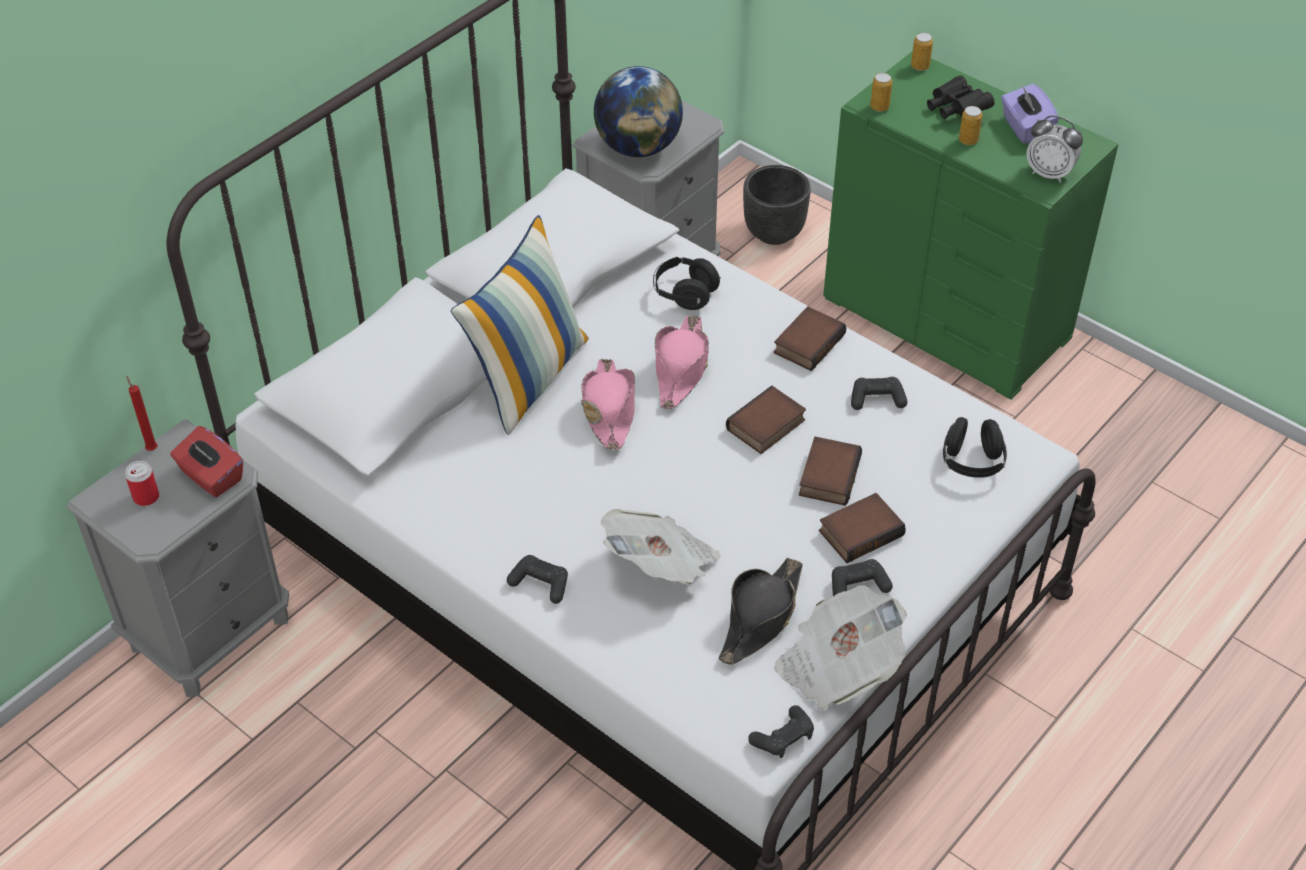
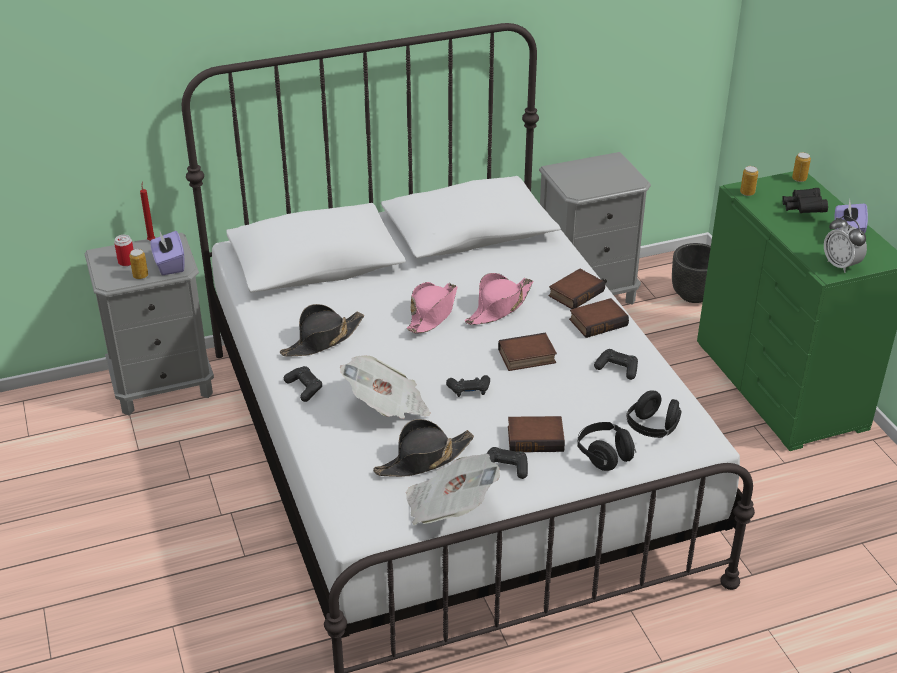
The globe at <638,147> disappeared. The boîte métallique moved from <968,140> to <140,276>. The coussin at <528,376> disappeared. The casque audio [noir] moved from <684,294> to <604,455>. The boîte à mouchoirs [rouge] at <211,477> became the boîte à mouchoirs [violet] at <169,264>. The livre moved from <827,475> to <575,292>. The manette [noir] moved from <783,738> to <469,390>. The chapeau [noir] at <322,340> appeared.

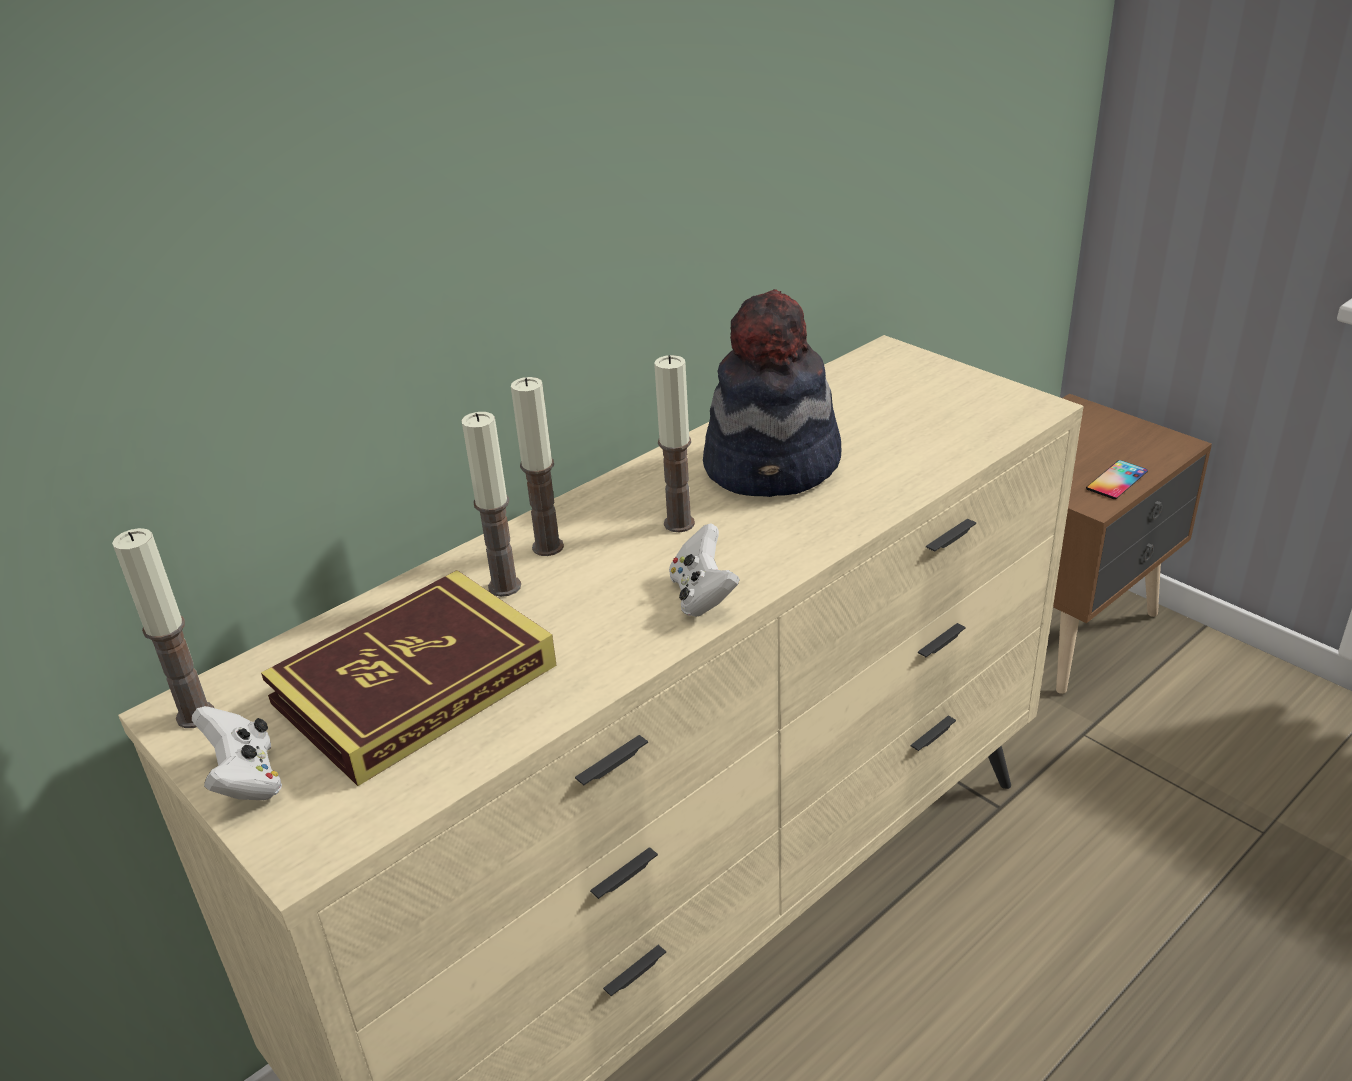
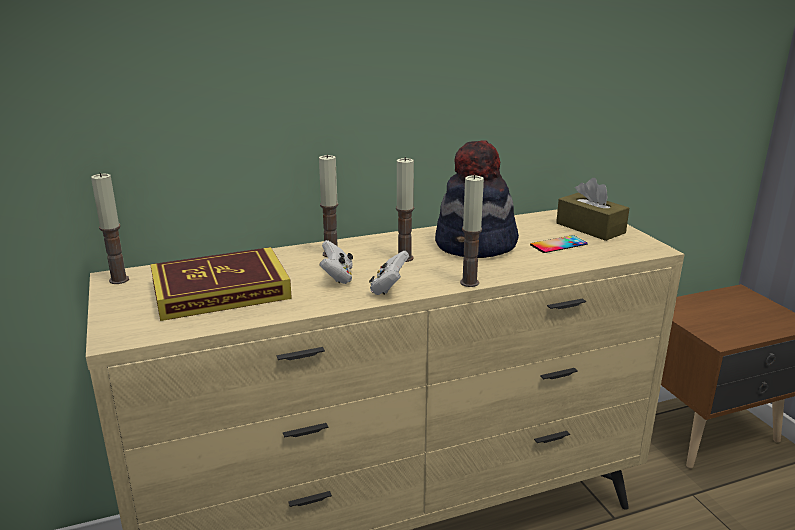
The bougie moved from <504,586> to <469,283>. The téléphone moved from <1116,480> to <558,244>. The manette [blanc] moved from <246,780> to <337,277>. The boîte à mouchoirs [marron] at <590,228> appeared.

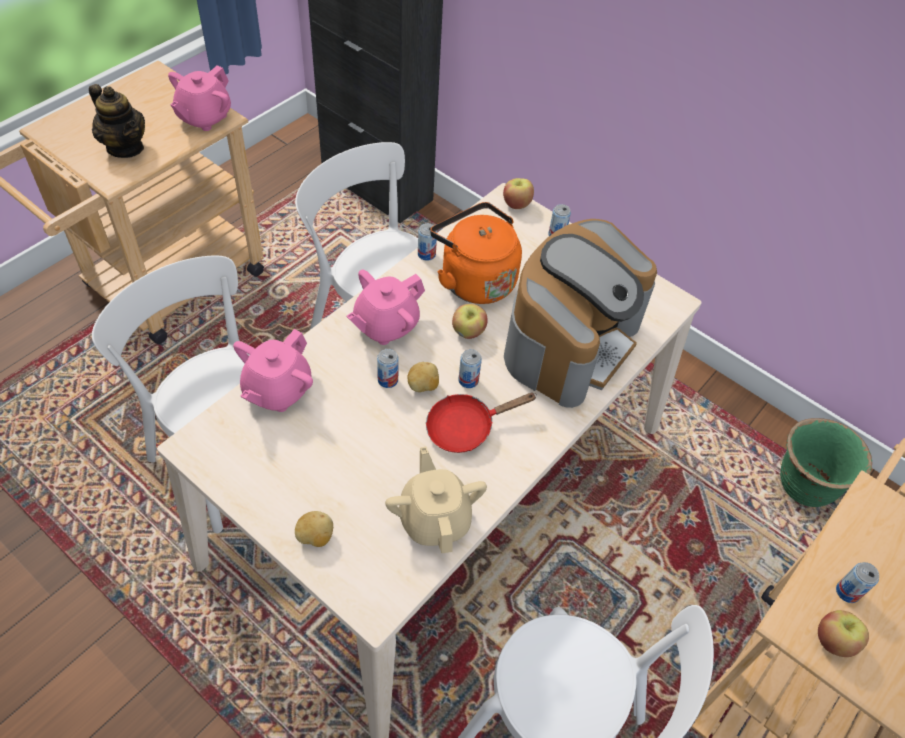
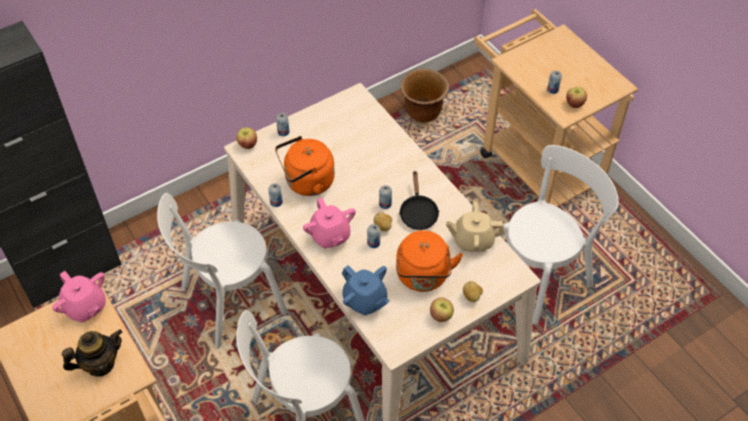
The machine à café at <570,341> disappeared. The pomme moved from <468,332> to <441,316>. The théière [rose] at <277,390> became the théière [bleu] at <365,300>. The poêle [rouge] at <466,427> became the poêle [noir] at <418,213>. The cache-pot [vert] at <804,486> became the cache-pot [marron] at <423,113>. The bouilloire [orange] at <423,277> appeared.

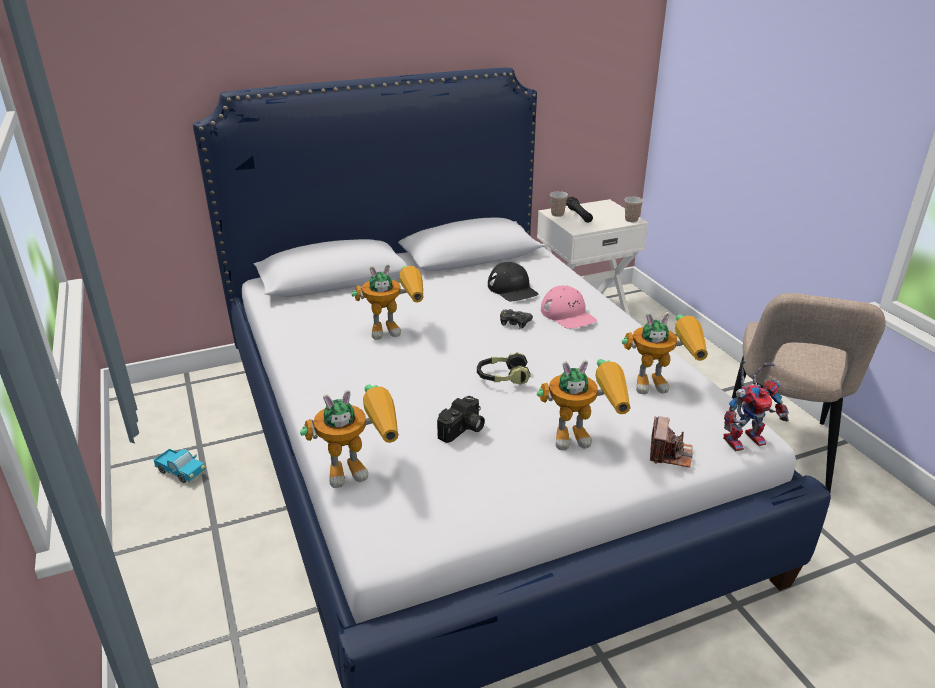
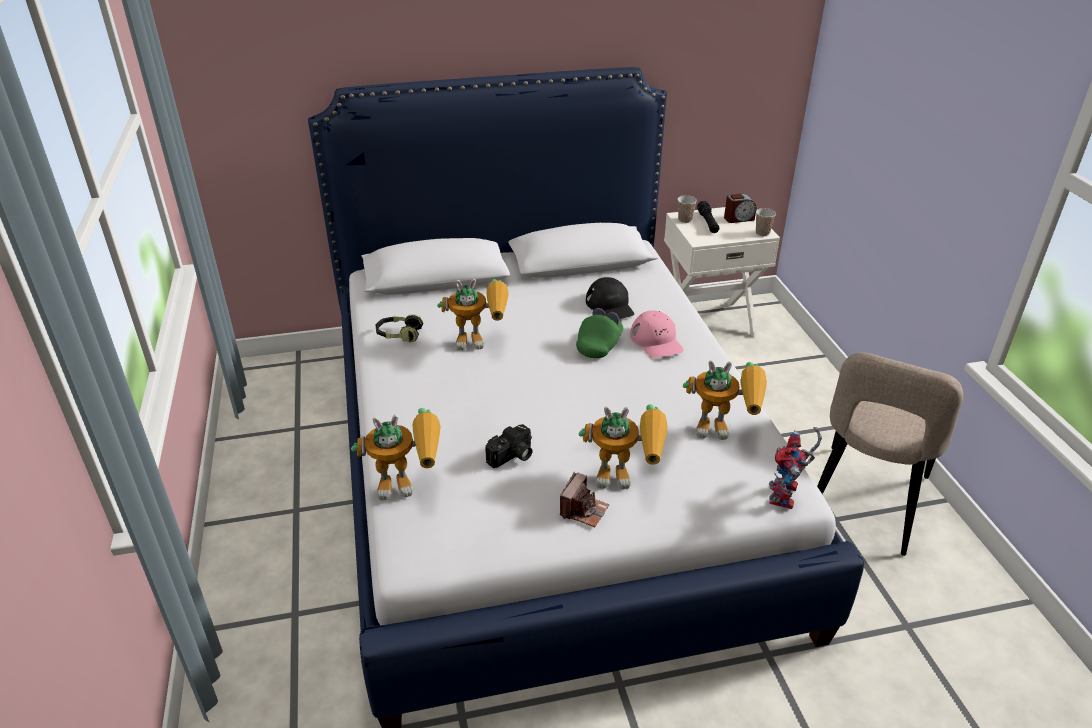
The manette [noir] at <514,322> was replaced by the casquette [vert] at <599,345>. The casque audio moved from <502,377> to <399,335>. The robot jouet at <745,438> turned 120 degrees clockwise. The appareil photo moved from <669,454> to <583,510>. The camion jouet at <181,472> disappeared. The réveil at <738,218> appeared.

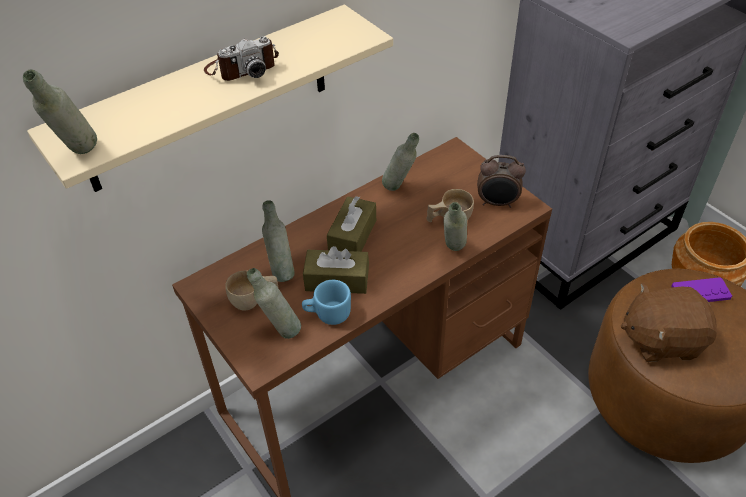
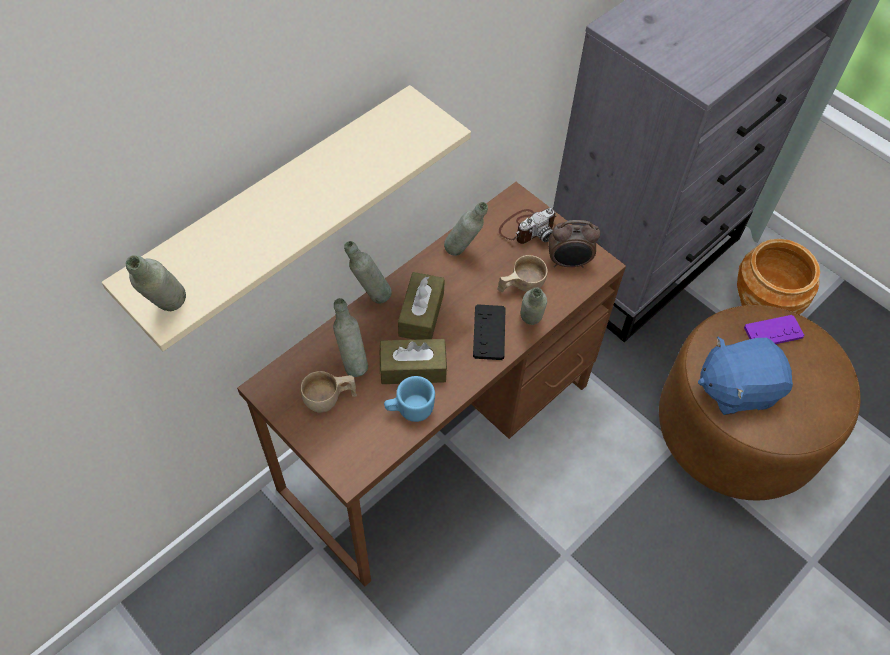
The appareil photo moved from <242,68> to <527,228>. The bouteille [gris] moved from <280,331> to <370,296>. The peluche [marron] at <661,339> became the peluche [bleu] at <736,388>. The manette [noir] at <489,333> appeared.

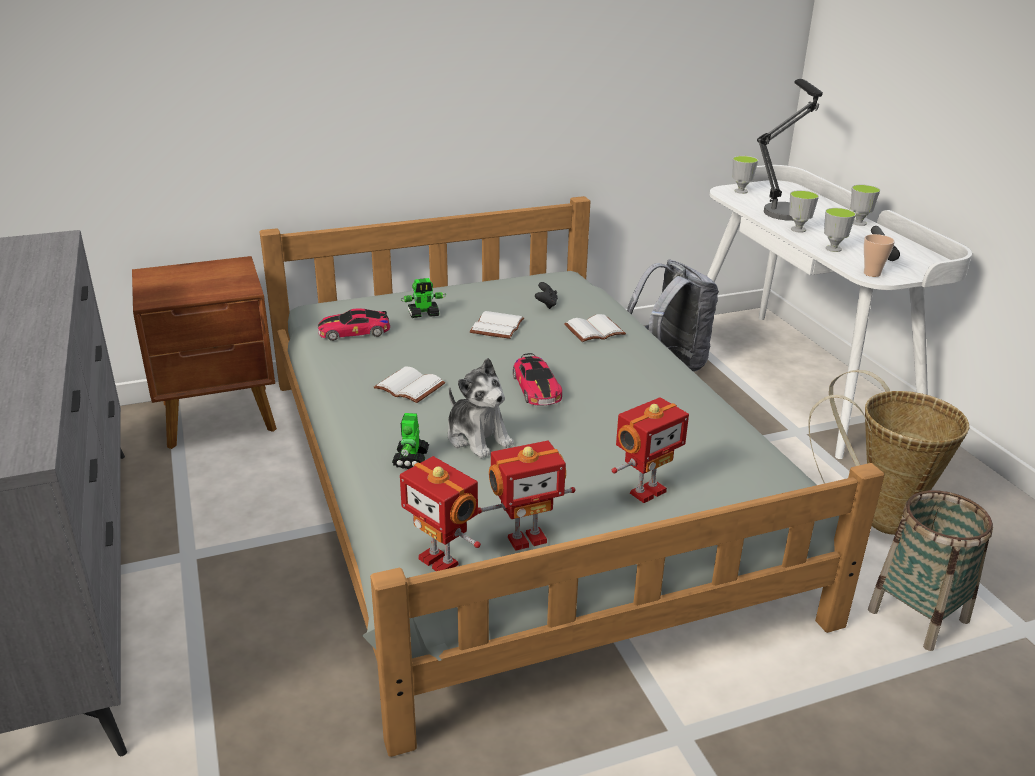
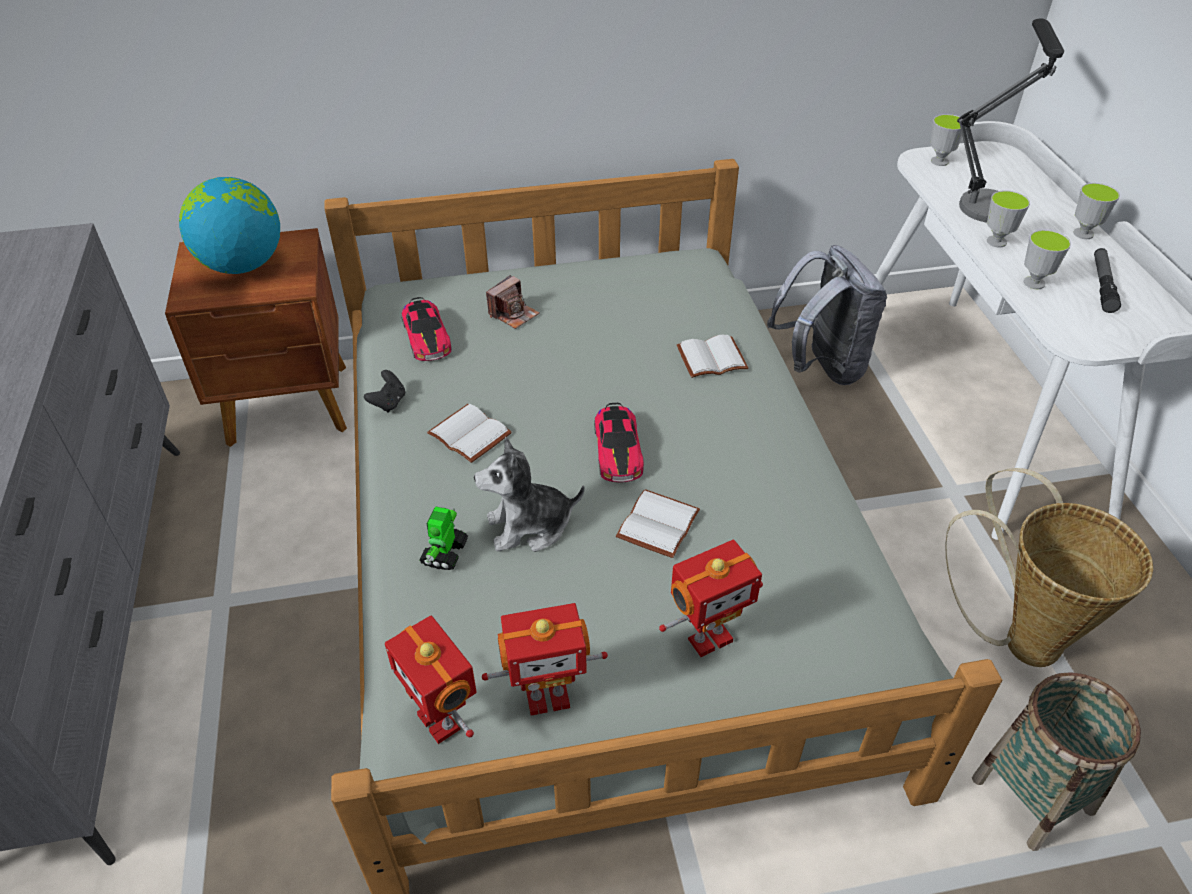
The tasse at <872,273> disappeared. The robot jouet at <424,314> was replaced by the appareil photo at <513,314>. The manette [noir] moved from <546,305> to <388,402>. The petite voiture at <354,331> turned 105 degrees counterclockwise. The livre [blanc] moved from <496,326> to <656,523>. The peluche at <478,438> turned 105 degrees clockwise. The globe at <242,265> appeared.

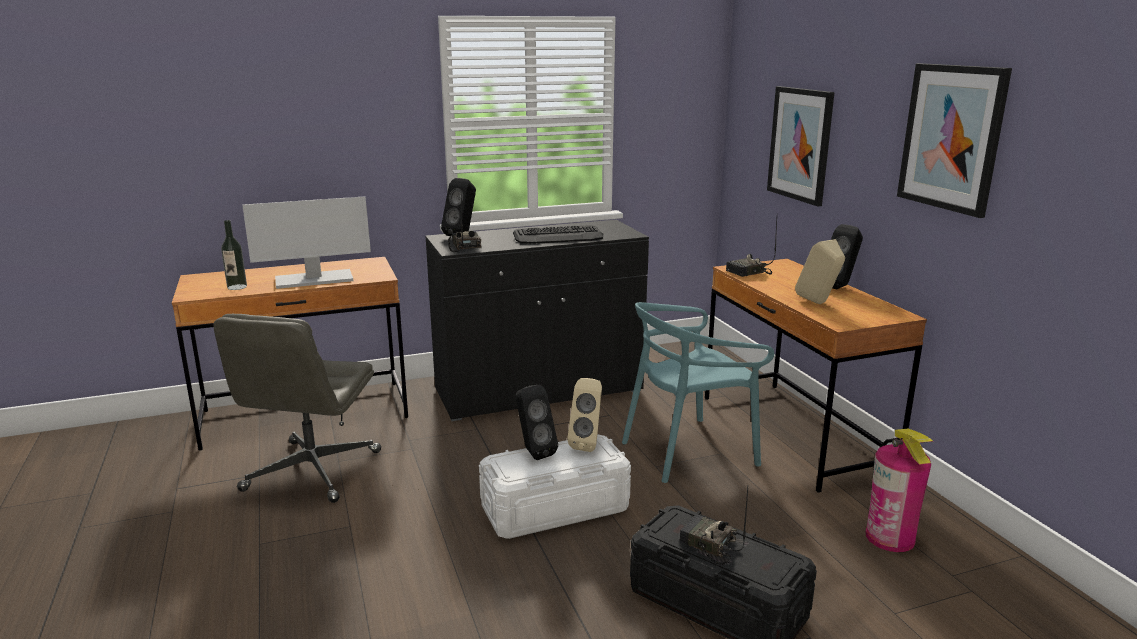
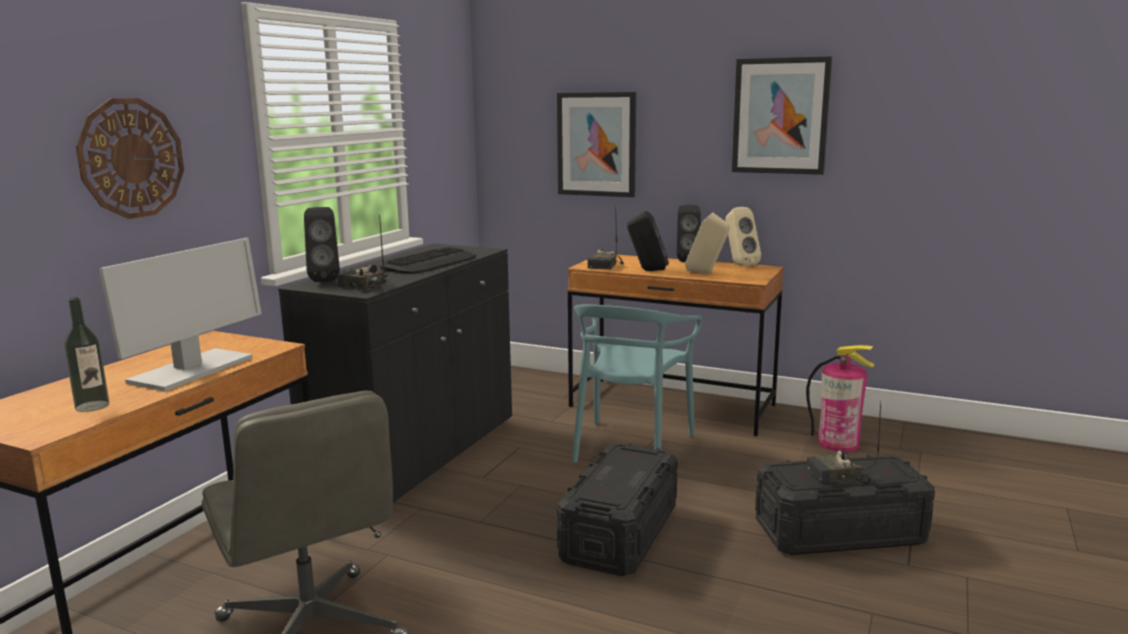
The enceinte [beige] moved from <588,444> to <739,265>. The enceinte [noir] moved from <533,452> to <647,270>. The boîte de rangement [blanc] at <555,509> became the boîte de rangement [noir] at <620,533>. The horloge murale at <131,158> appeared.

